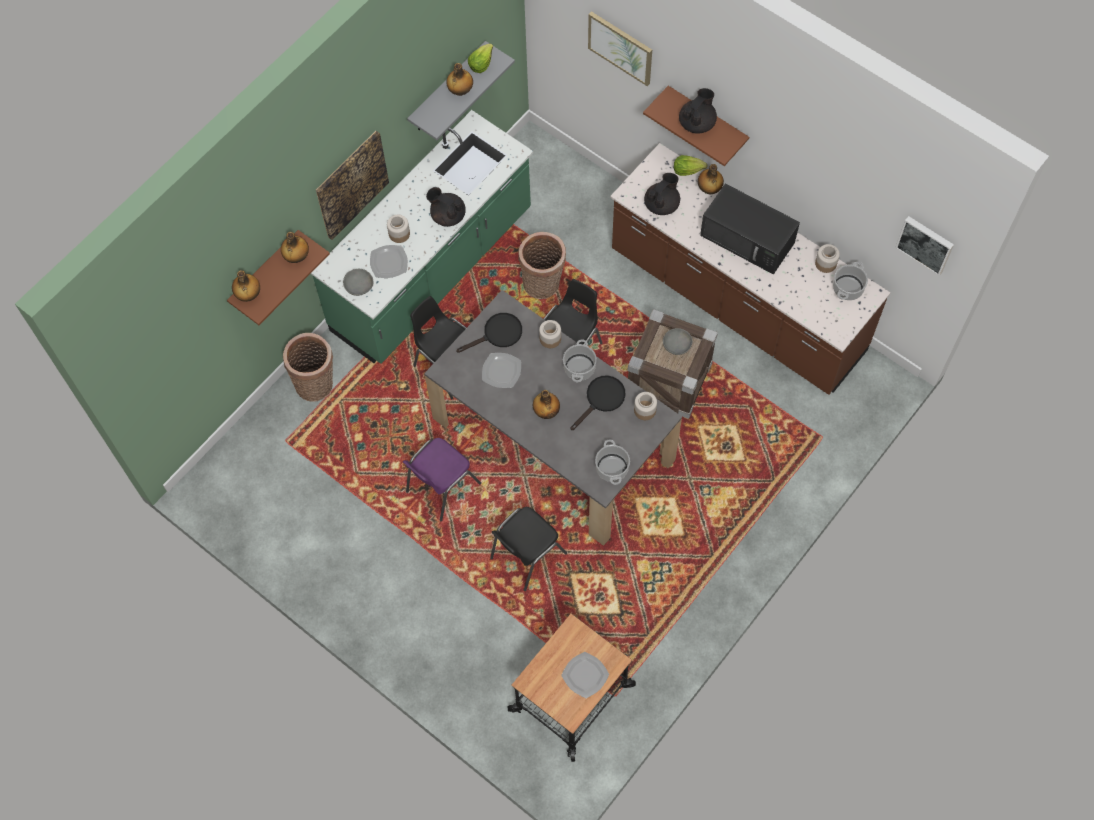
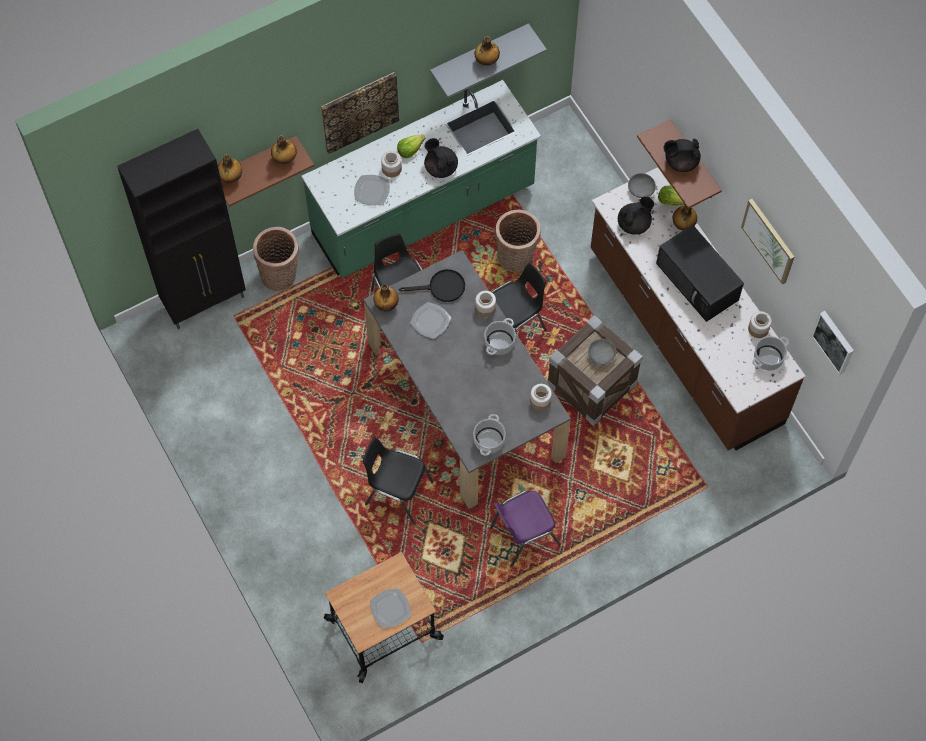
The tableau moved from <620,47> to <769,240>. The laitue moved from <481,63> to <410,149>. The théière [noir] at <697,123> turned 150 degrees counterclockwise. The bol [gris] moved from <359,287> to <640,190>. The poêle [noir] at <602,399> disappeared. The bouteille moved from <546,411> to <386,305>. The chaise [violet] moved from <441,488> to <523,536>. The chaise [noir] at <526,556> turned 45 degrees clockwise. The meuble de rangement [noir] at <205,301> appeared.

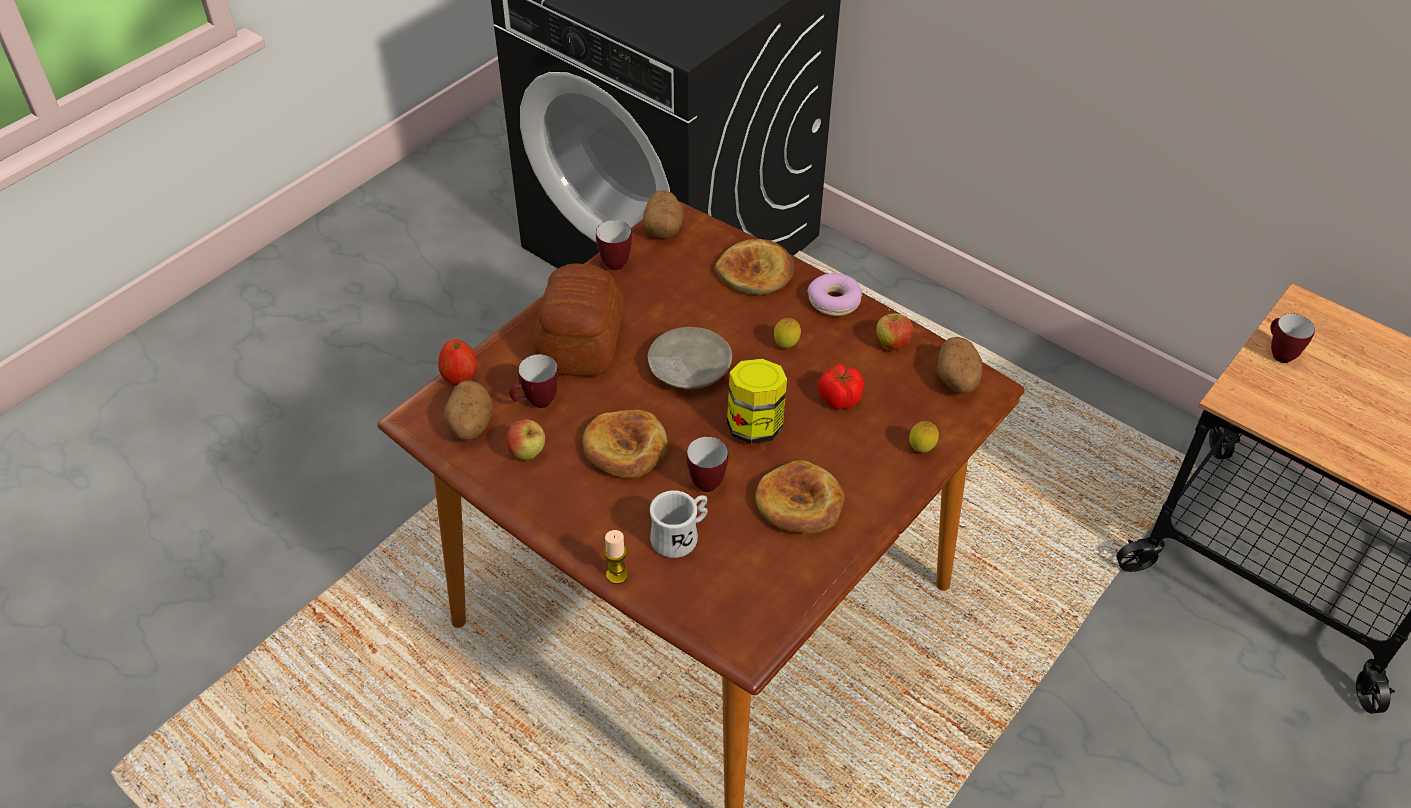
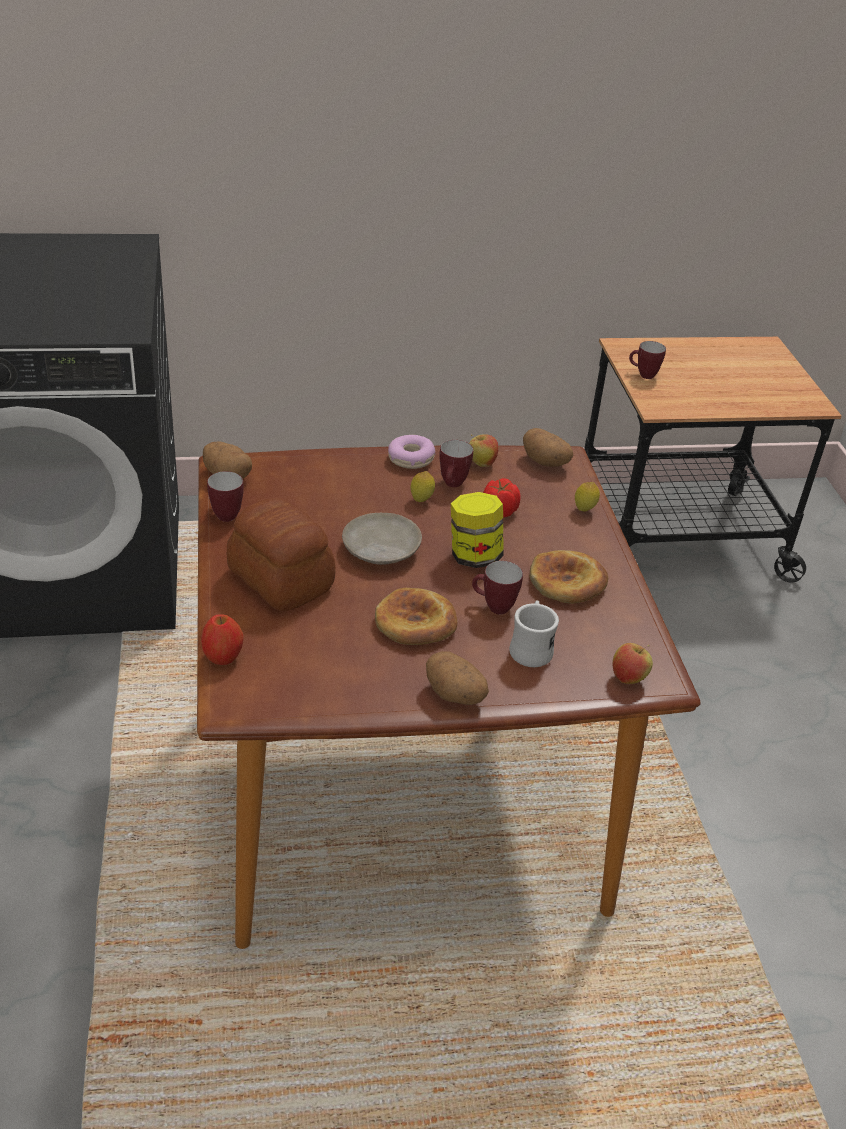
The pain at <755,272> disappeared. The mug moved from <536,403> to <452,485>. The pomme de terre moved from <470,426> to <455,695>. The pomme moved from <527,453> to <628,678>. The bougie at <617,575> disappeared.

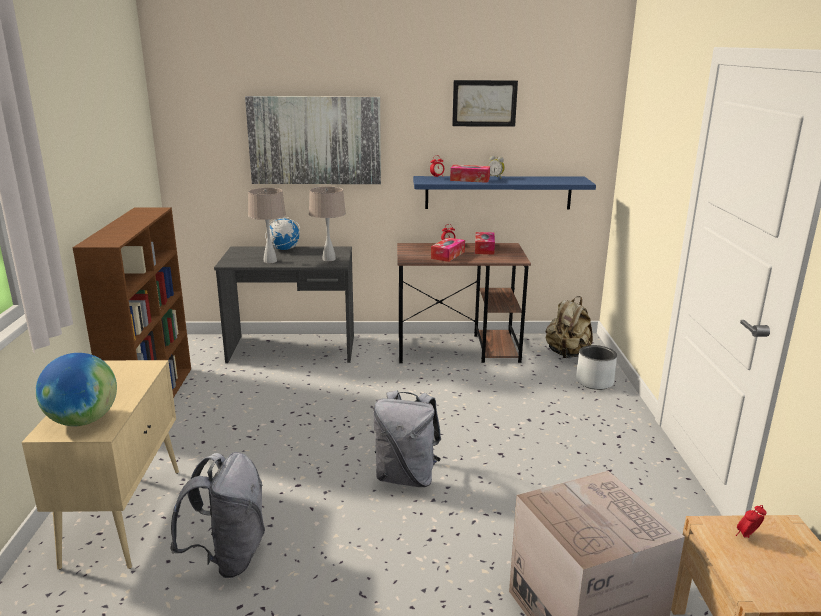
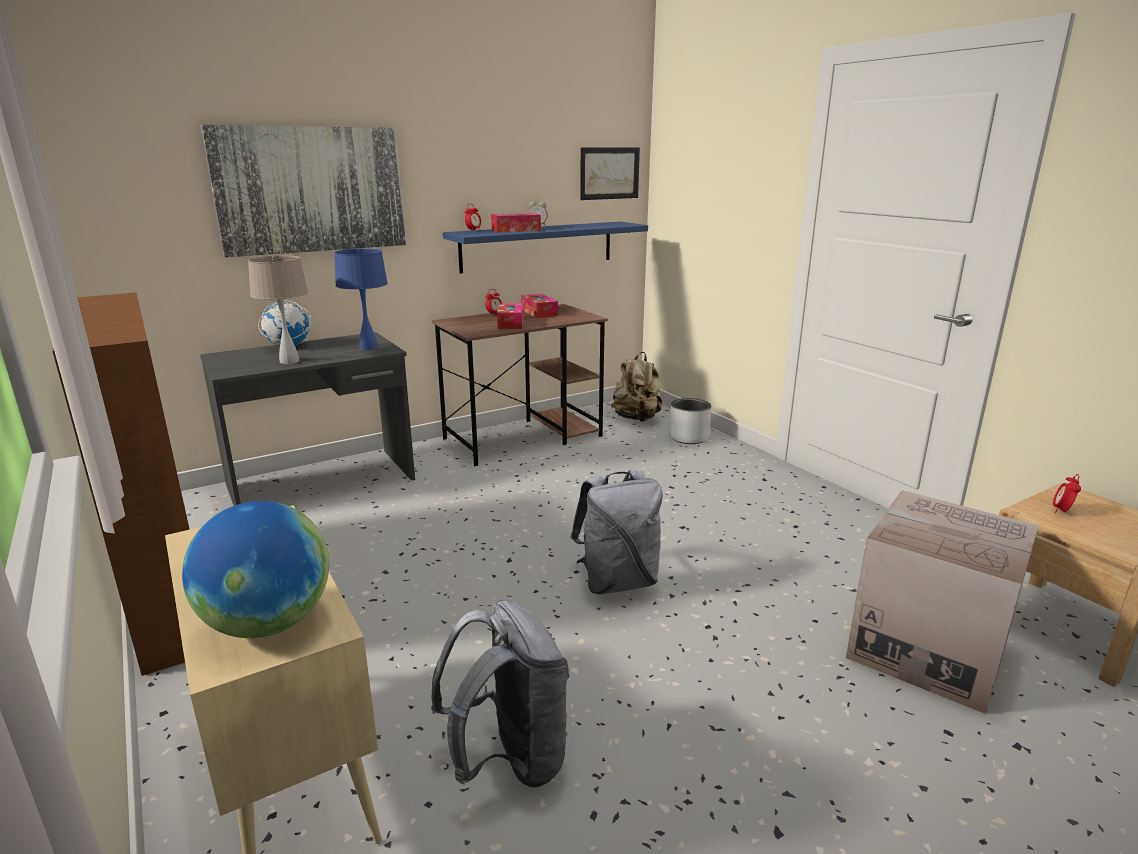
The tableau moved from <484,103> to <609,173>. The lampe de table [beige] at <328,259> became the lampe de table [bleu] at <368,348>.

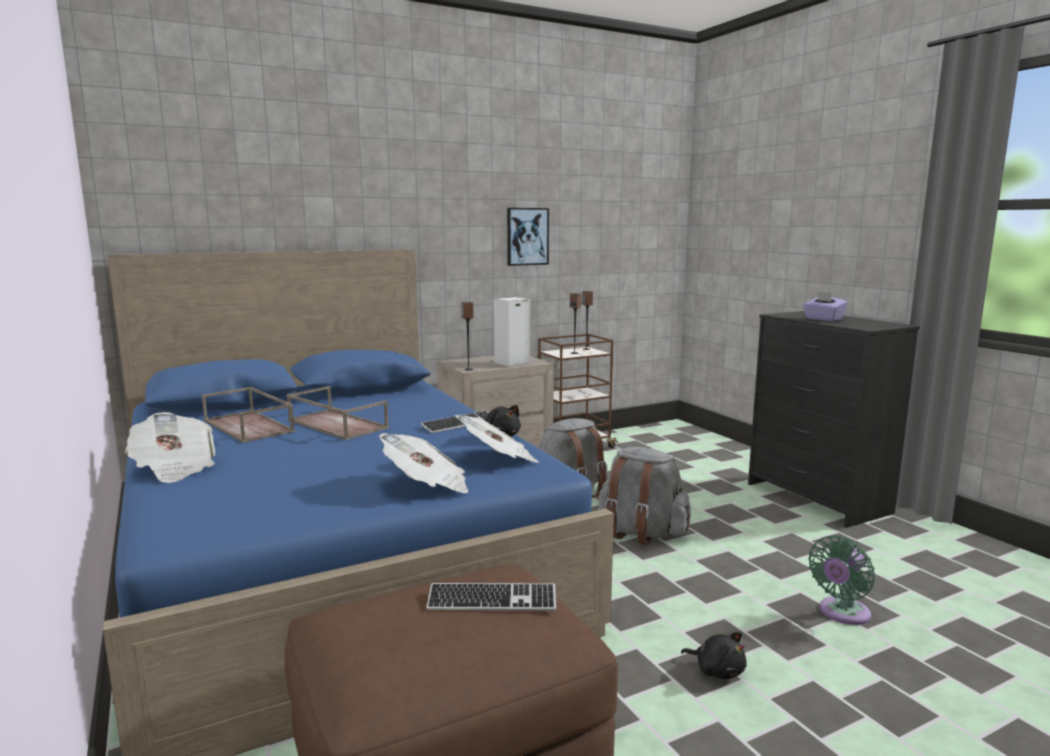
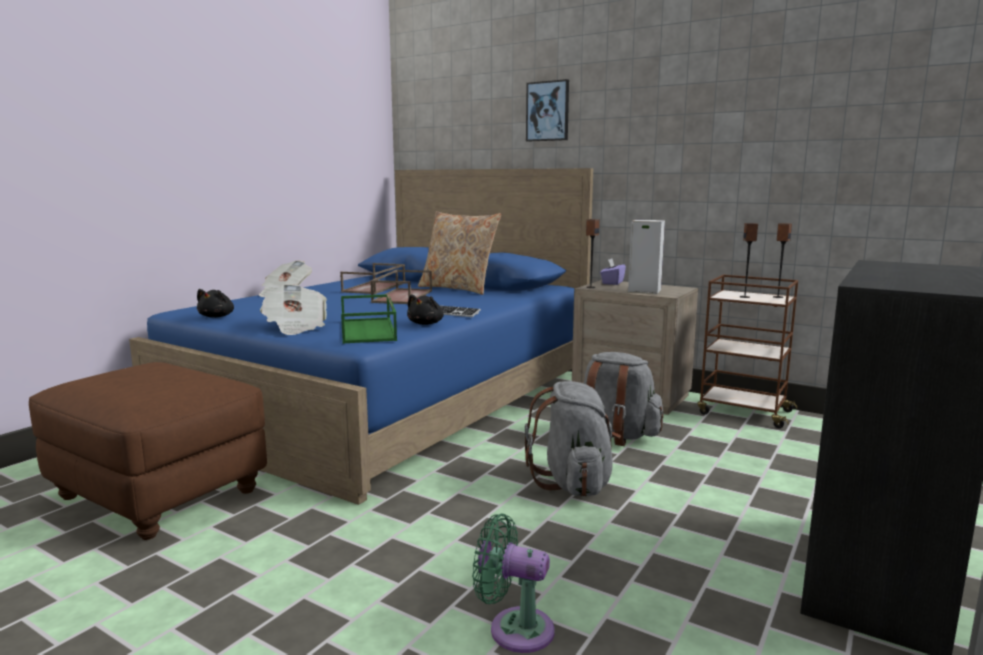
The tableau moved from <527,236> to <548,111>. The boîte à mouchoirs [violet] moved from <823,319> to <612,283>. The journal at <498,459> was replaced by the plateau [vert] at <369,330>. The clavier at <492,600> disappeared. The peluche [noir] moved from <717,670> to <217,316>. The coussin [beige] at <458,289> appeared.

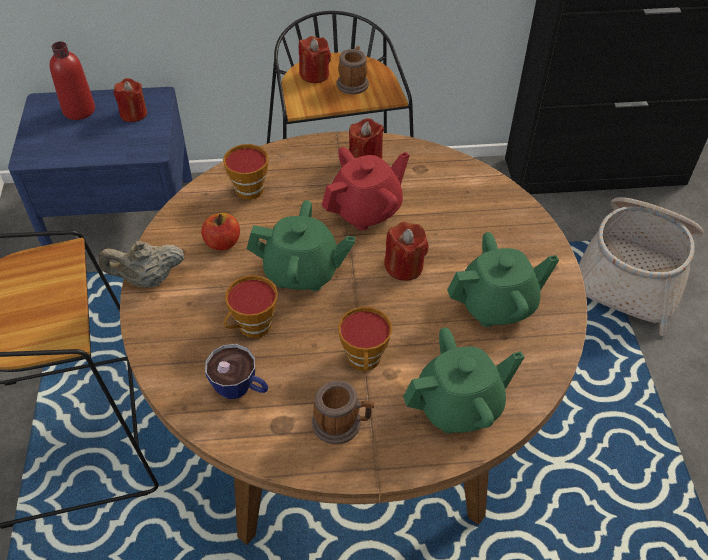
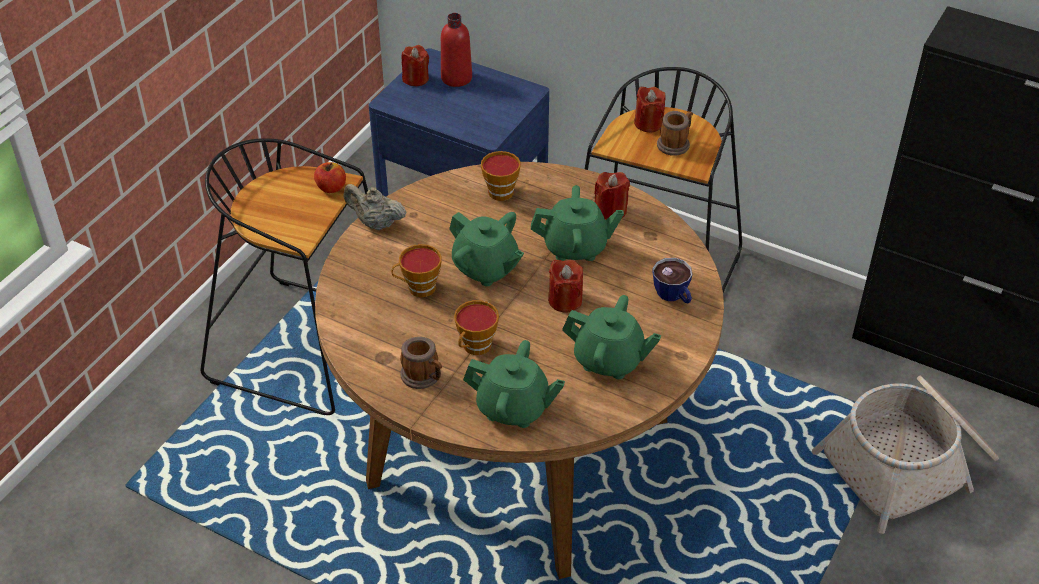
The bougie [rouge] moved from <133,114> to <415,79>. The théière [rouge] at <366,210> became the théière [vert] at <575,247>. The pomme moved from <222,243> to <331,188>. The tasse moved from <241,388> to <673,296>.

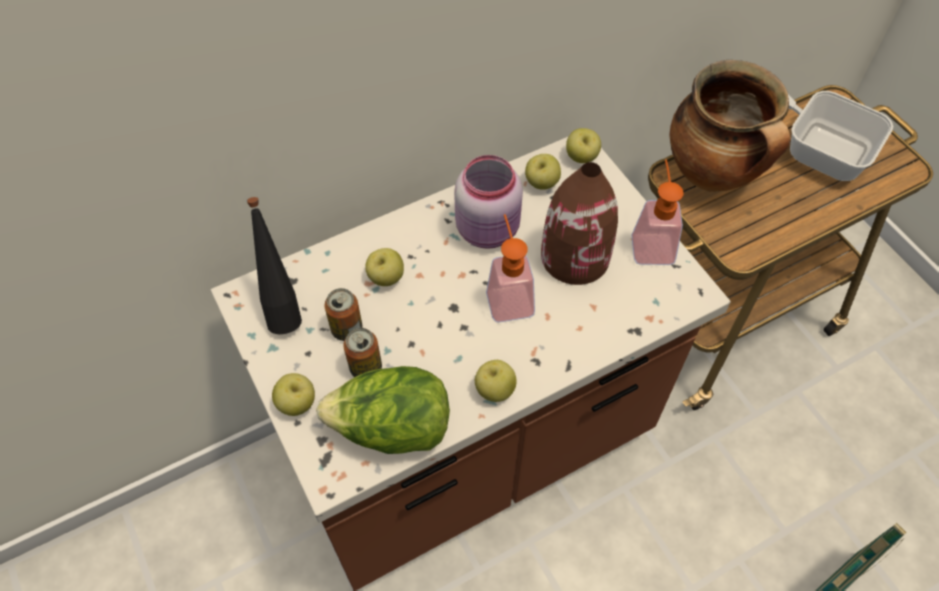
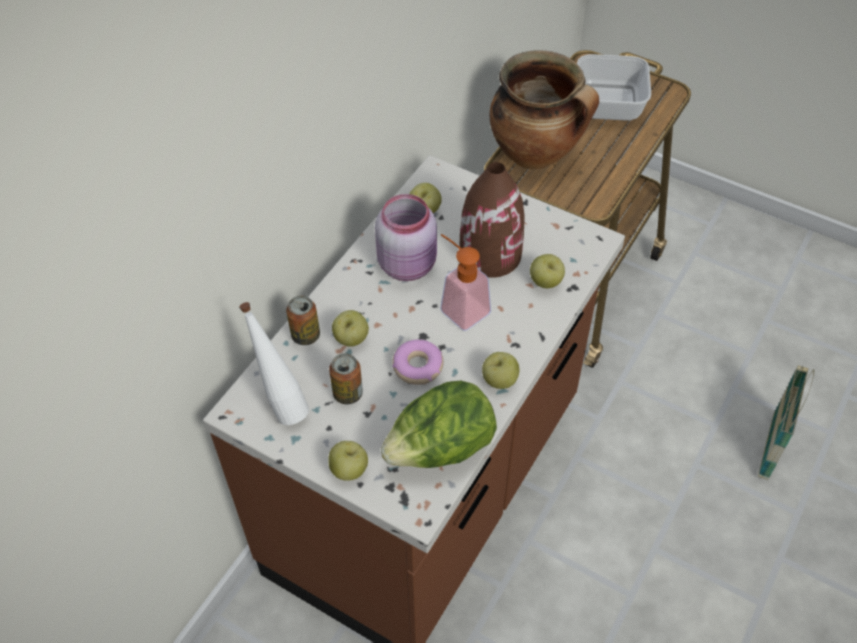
The pomme moved from <581,157> to <545,282>. The distributeur de savon at <651,242> disappeared. The bouteille [noir] at <283,309> became the bouteille [blanc] at <282,404>. The boîte métallique moved from <365,367> to <305,335>. The beignet at <418,367> appeared.

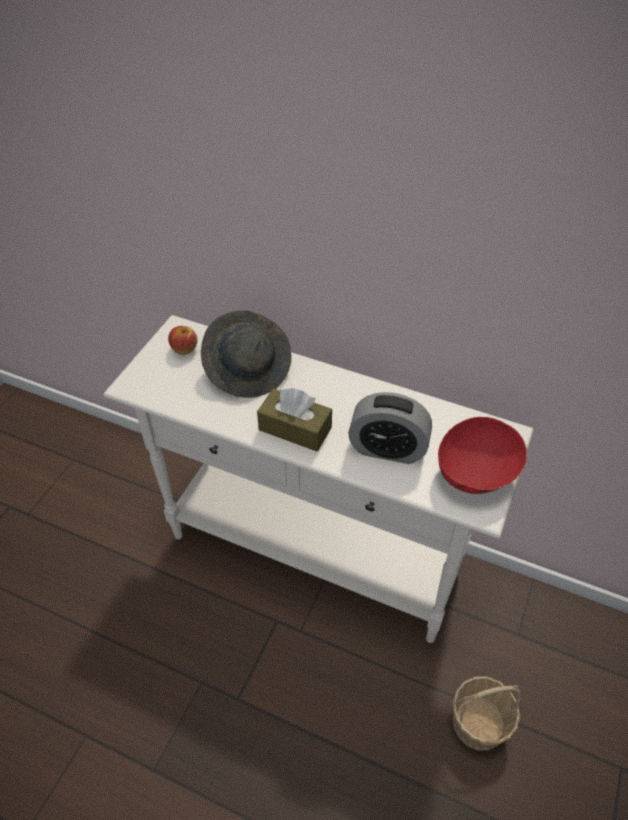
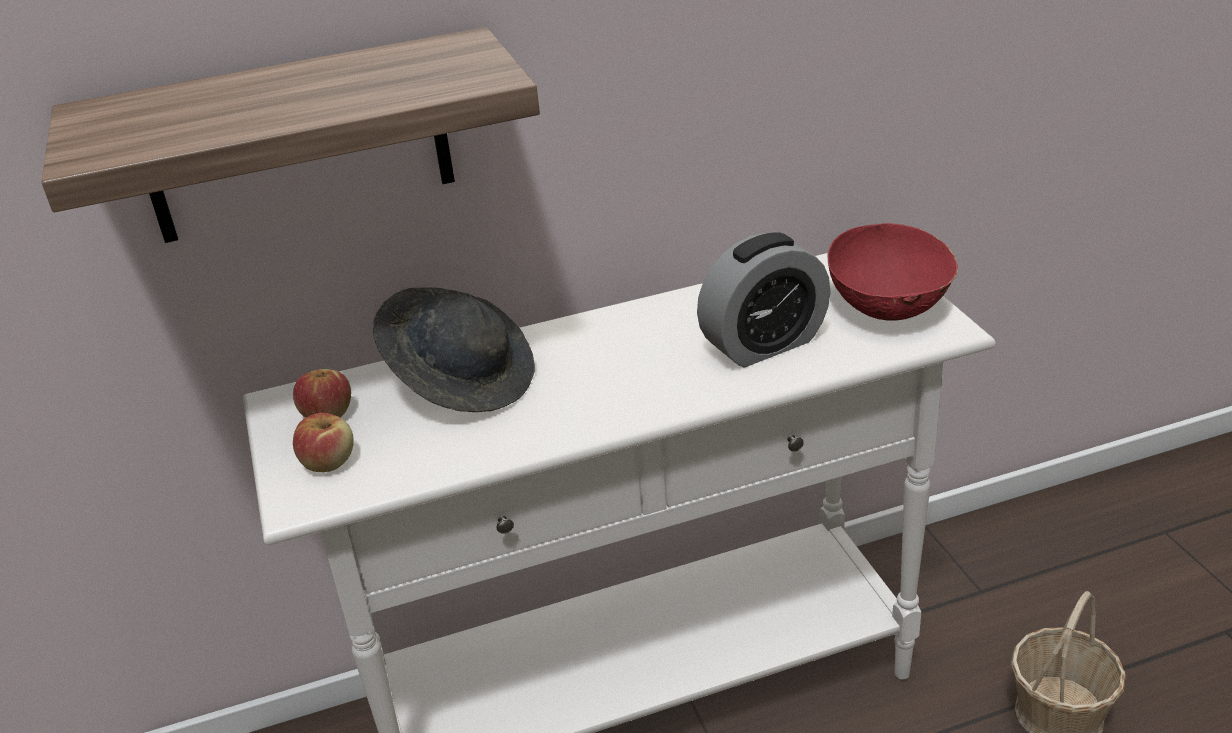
The boîte à mouchoirs [marron] at <295,428> disappeared. The étagère at <296,139> appeared. The pomme at <328,462> appeared.

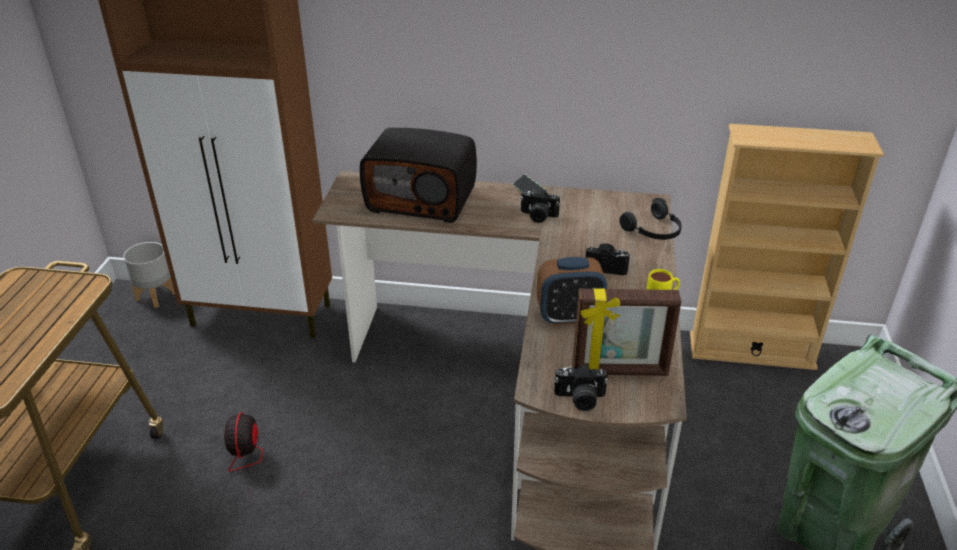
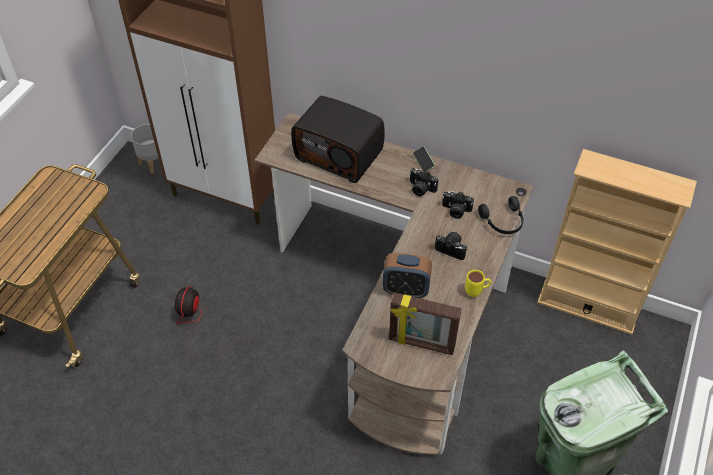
The appareil photo moved from <580,399> to <455,211>.

